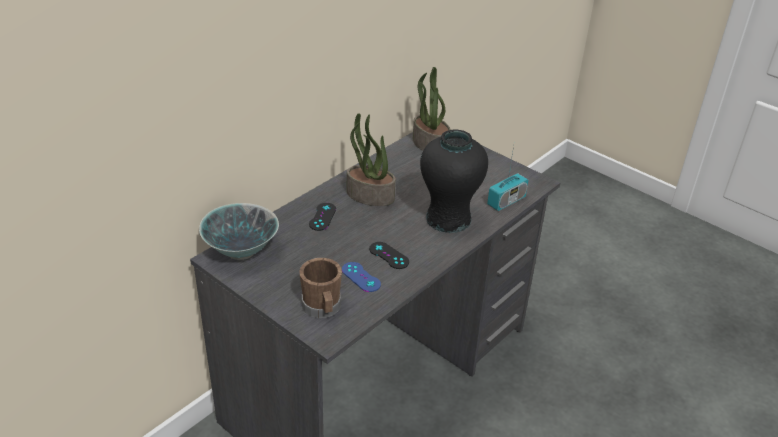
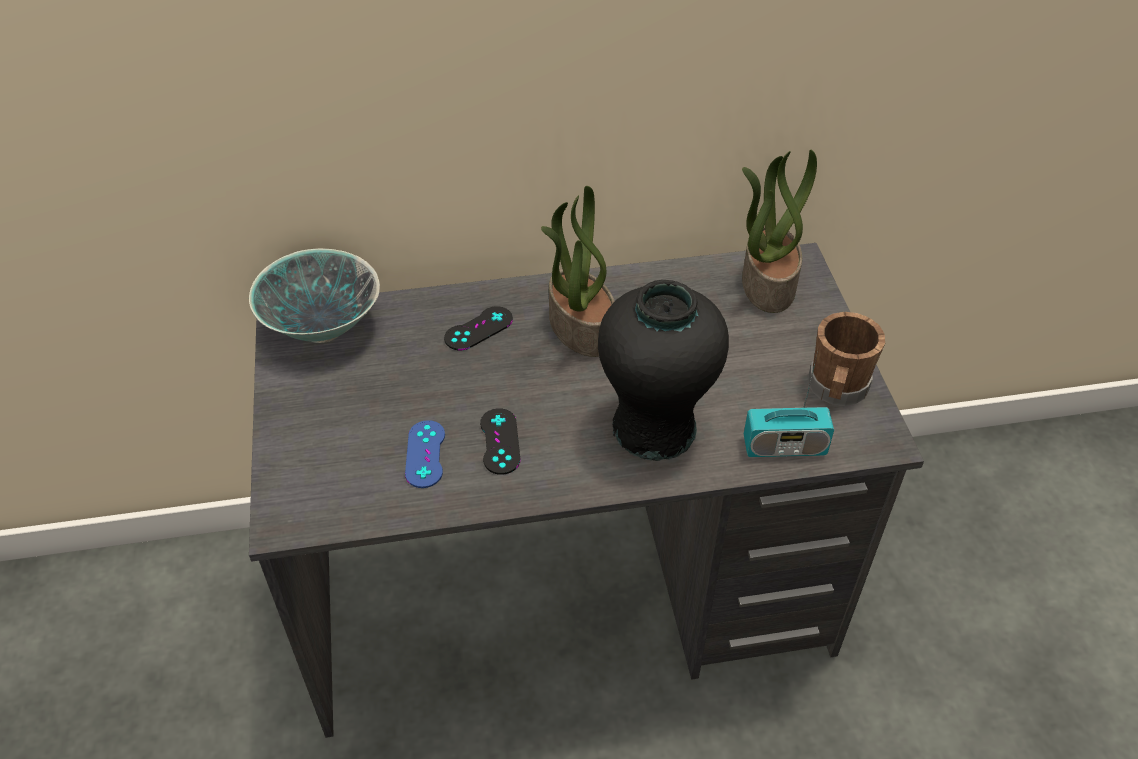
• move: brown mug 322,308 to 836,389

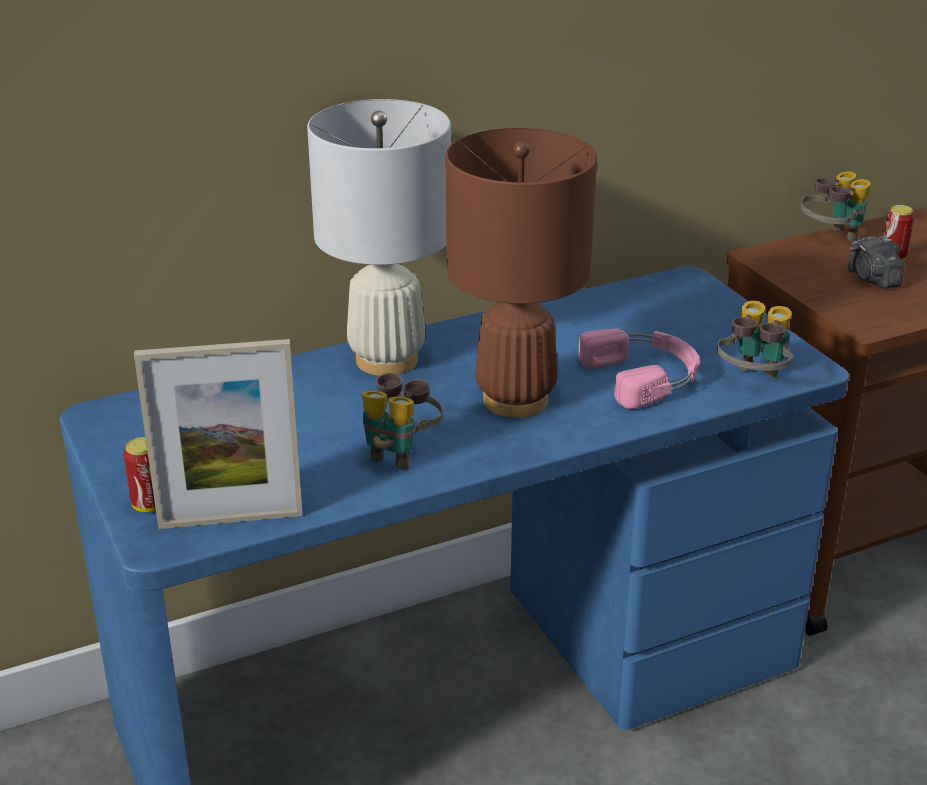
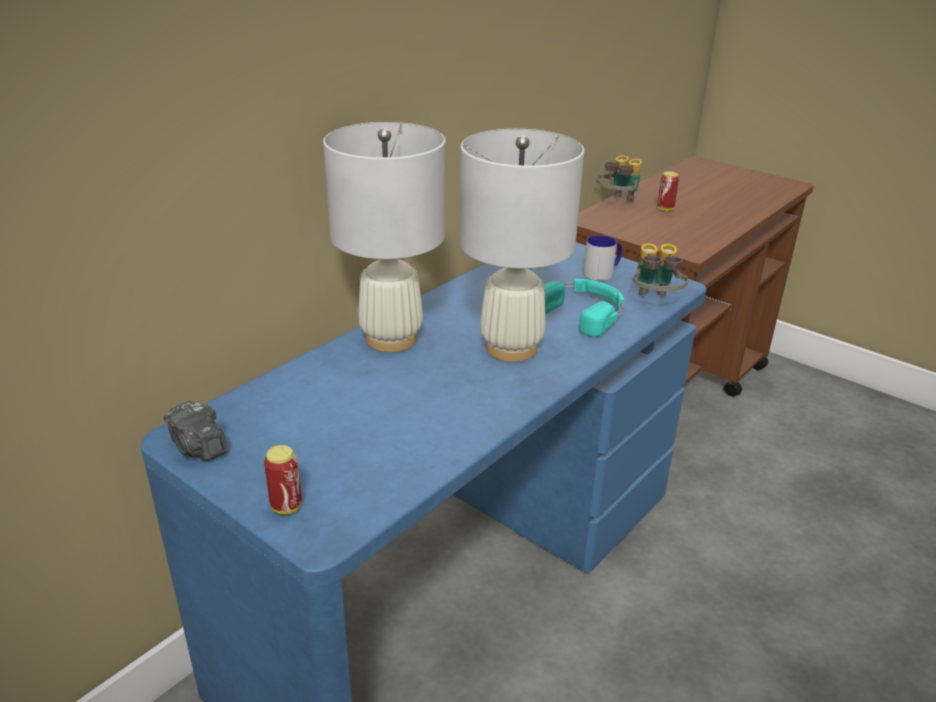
• move: photo camera 872,279 to 198,448
• recolor: brown table lamp 516,400 to white-coloured table lamp 512,348
• recolor: pink pair of headphones 645,375 to turquoise-coloured pair of headphones 583,312
• insert: mug 602,273
• delete: photo frame 231,519
• delete: field glasses 399,453

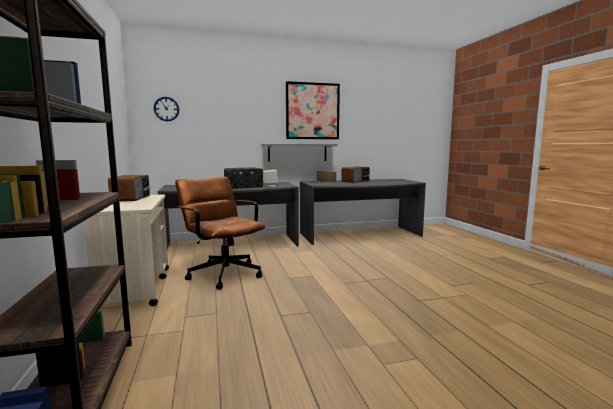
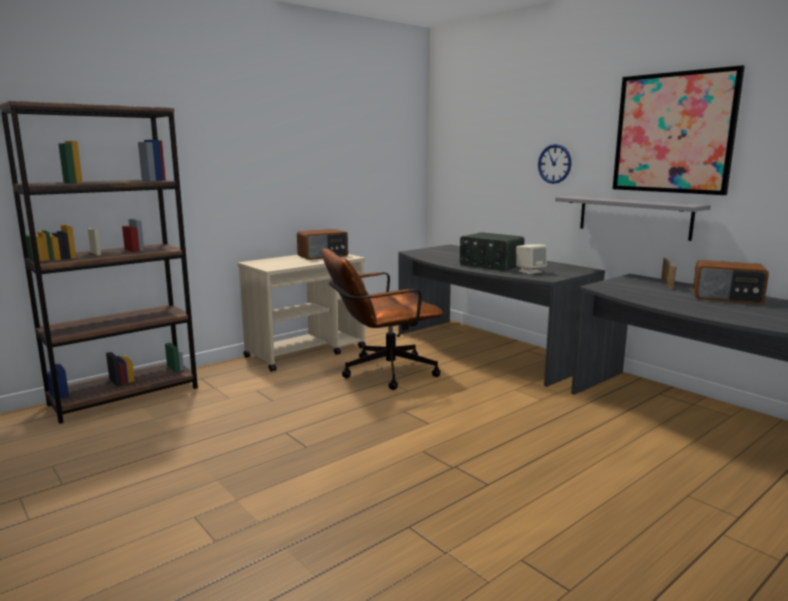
• rotate: brown computer chair 222,273 = 381,372 135 degrees counterclockwise
• move: clock on the wall 166,109 to 554,164

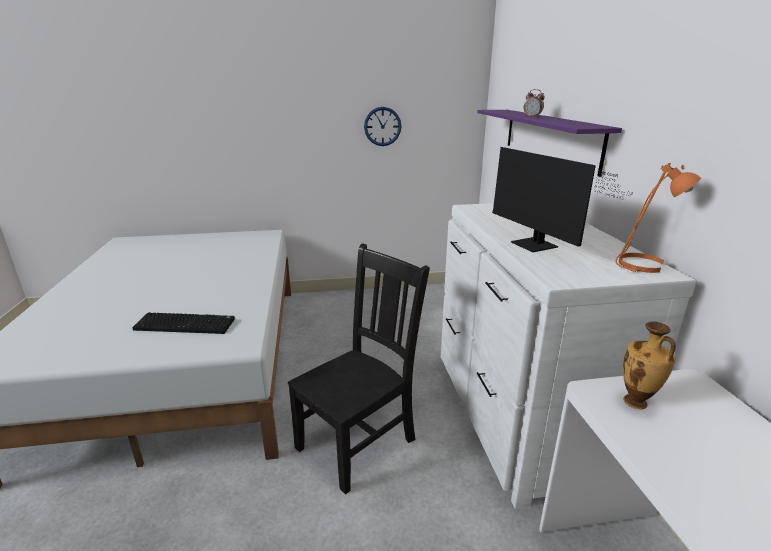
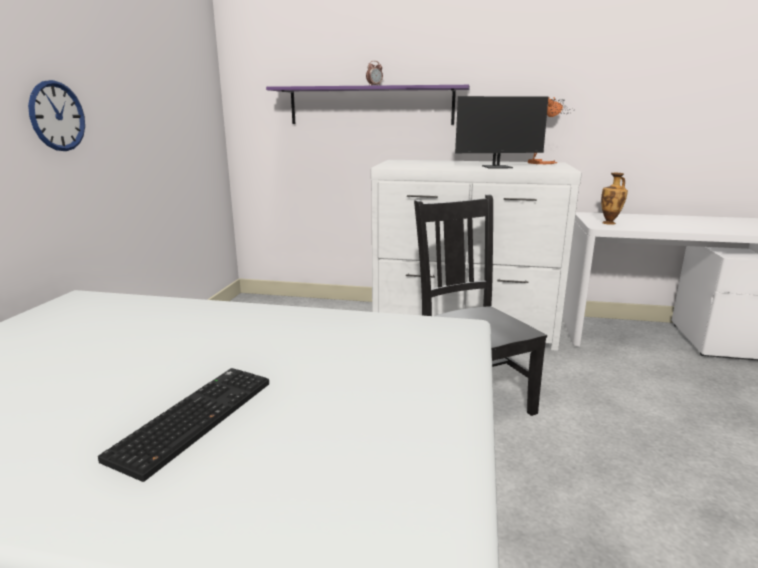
• move: clock on the wall 382,126 to 57,116
• move: keyboard 186,324 to 194,417

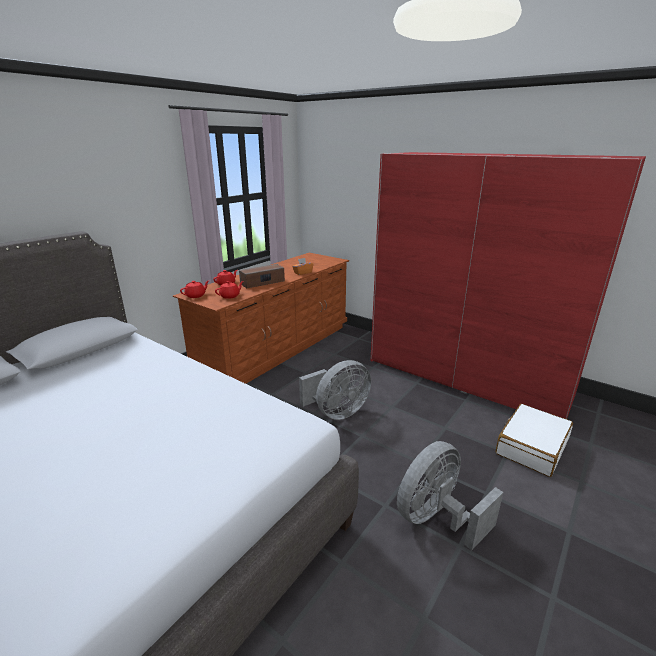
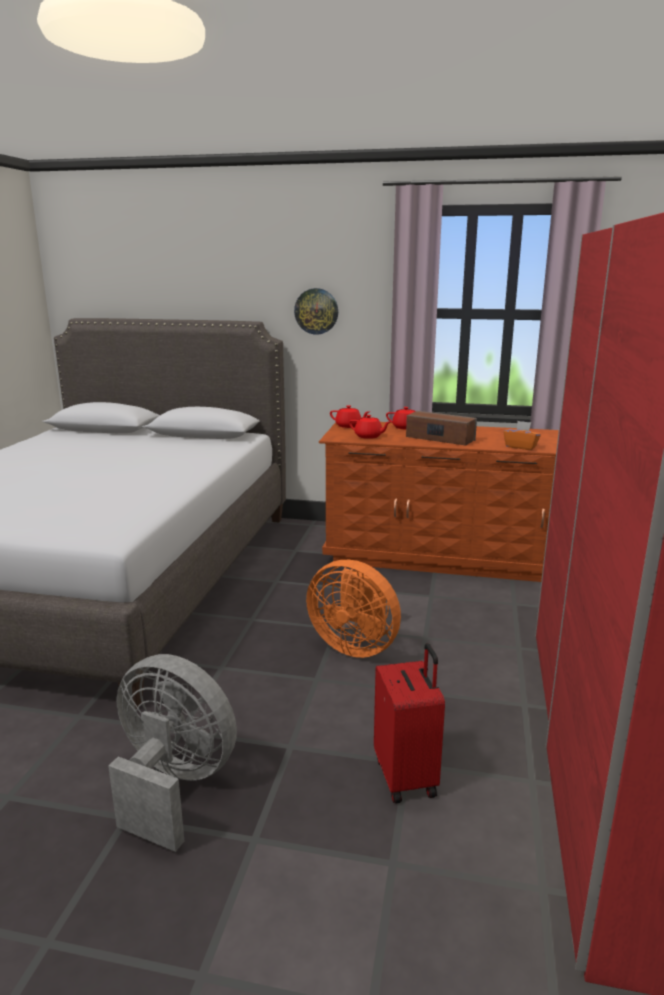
• insert: clock on the wall 316,311
• recolor: greyish fan 337,412 to orangey fan 355,645
• insert: reddish travel case 407,777
• delete: white-coloured travel case 531,447

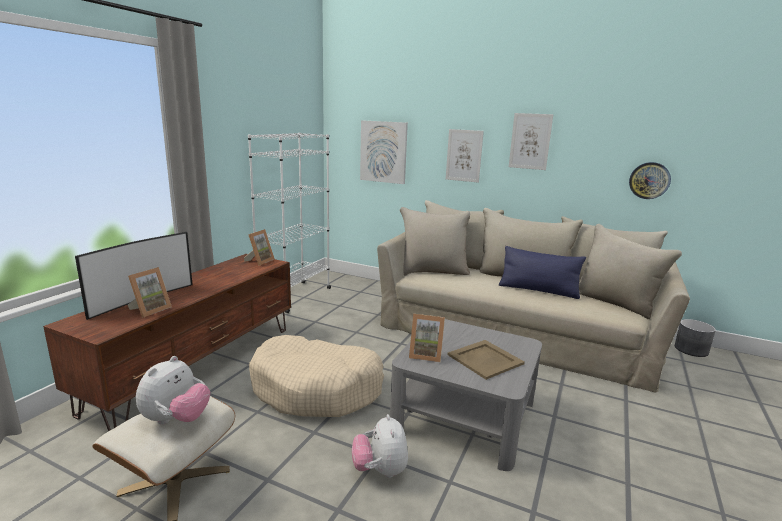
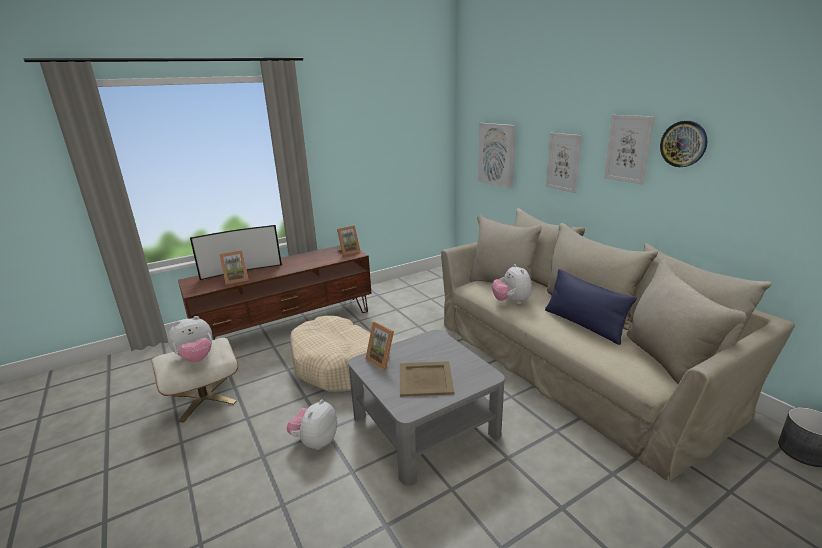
• insert: plush toy 511,302
• move: clock on the wall 649,180 to 683,144
• delete: white-coloured shelving unit 295,297

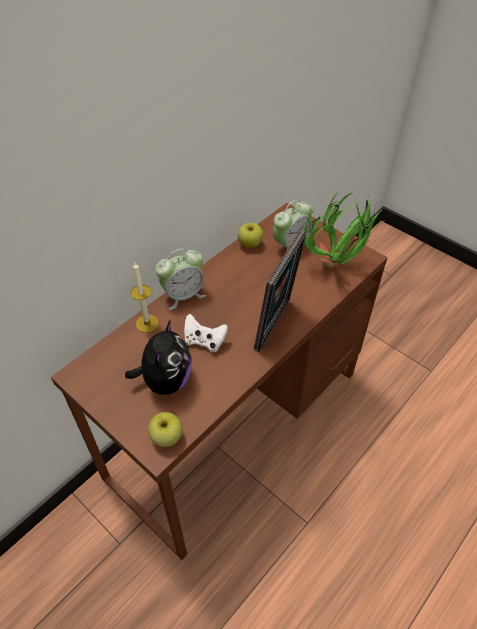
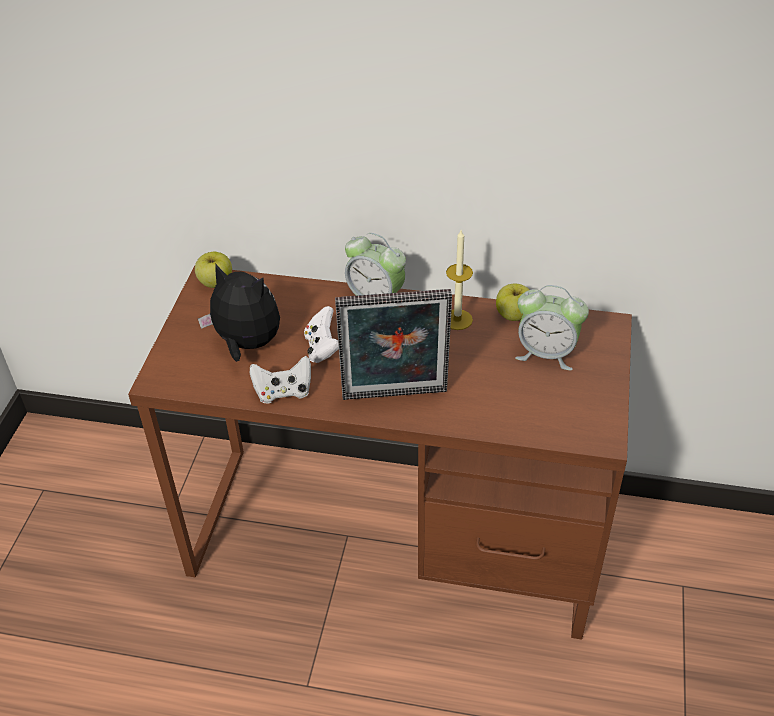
• move: apple 166,437 to 215,282
• rotate: plush toy 166,380 = 246,344 135 degrees counterclockwise
• insert: white-coloured joypad 283,392
• move: candle 147,323 to 457,319
• delete: houseplant 338,268

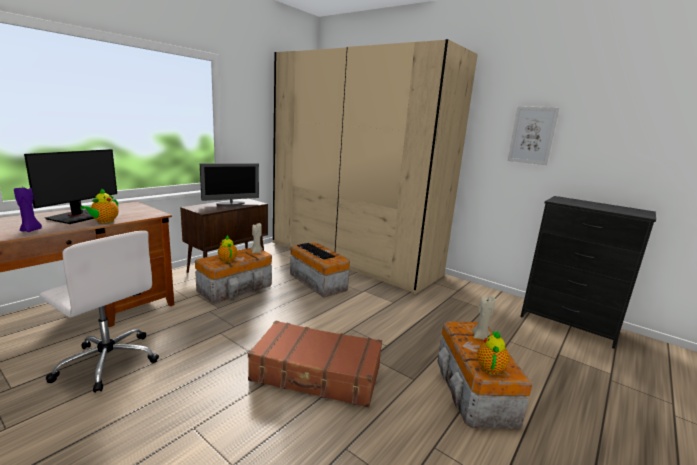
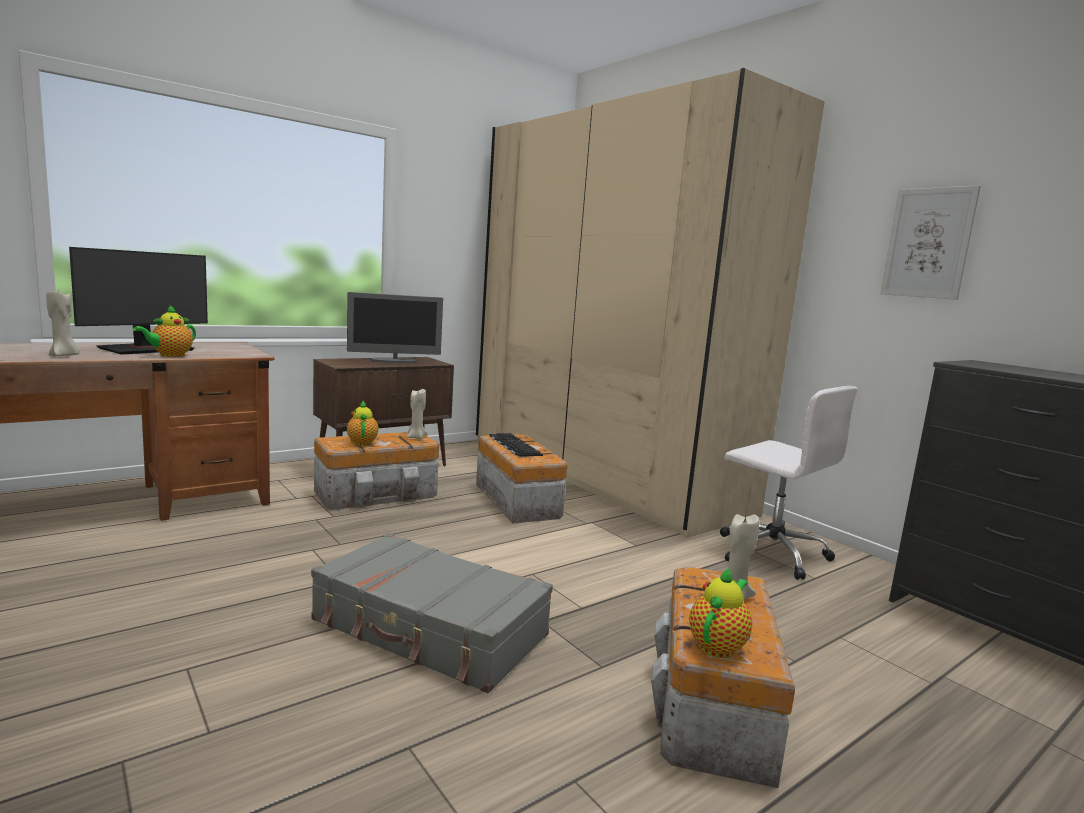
• recolor: purple candle 31,230 to beige candle 64,356
• recolor: brown travel case 316,374 to greyish travel case 429,629
• move: white-coloured computer chair 108,361 to 770,552

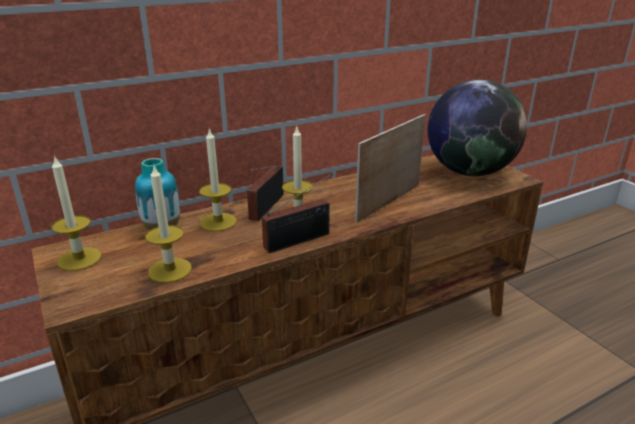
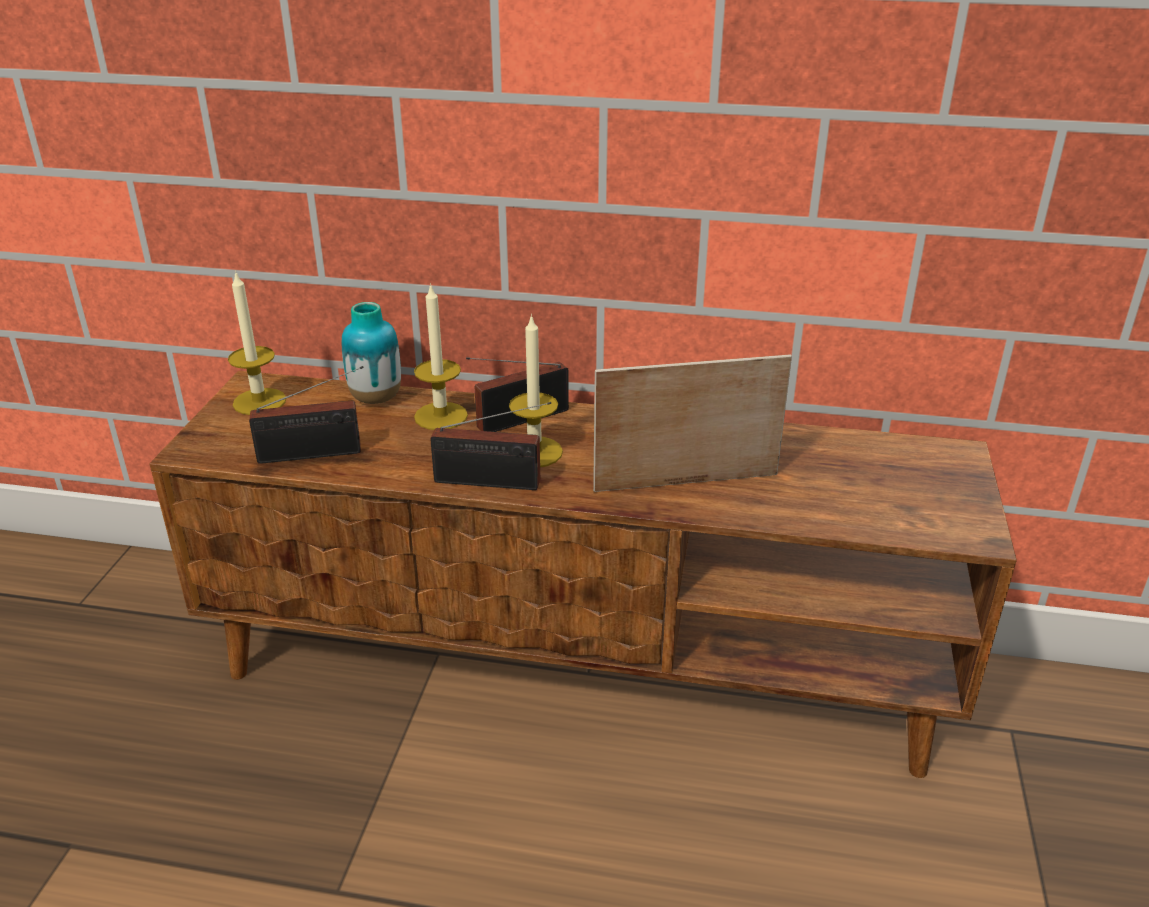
• replace: candle 170,270 to radio set 316,454
• delete: world globe 469,172

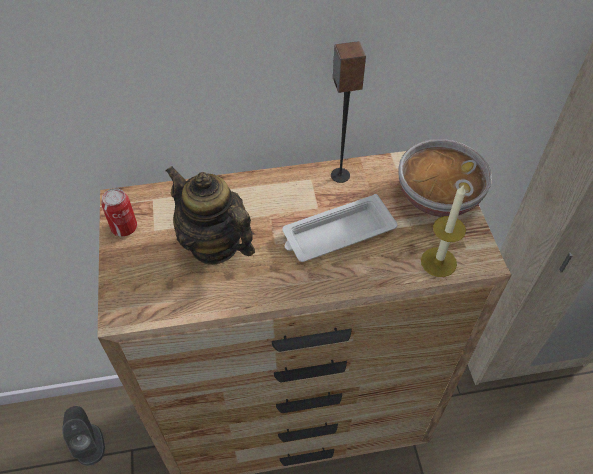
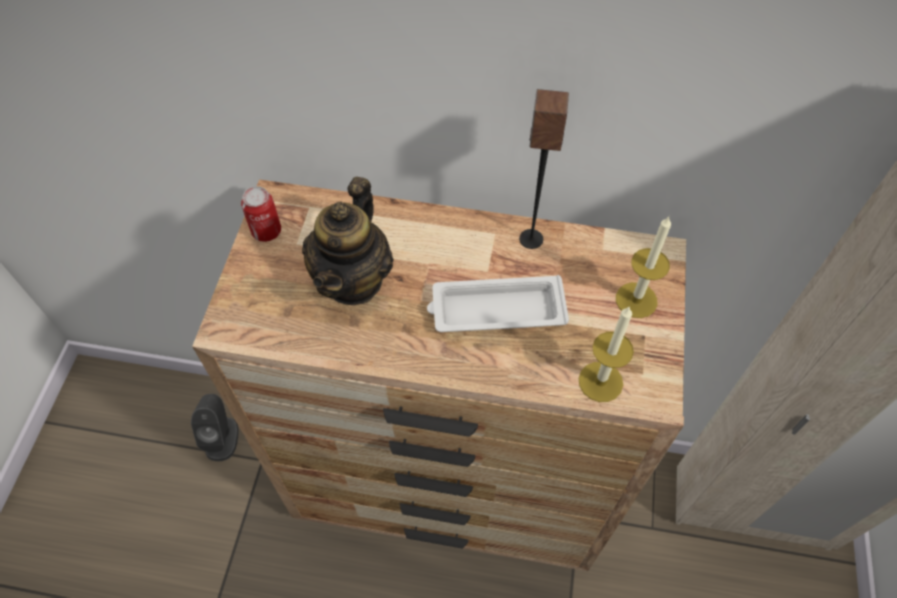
• rotate: teapot 214,244 = 353,280 135 degrees counterclockwise
• replace: serving bowl 436,197 to candle 636,300

